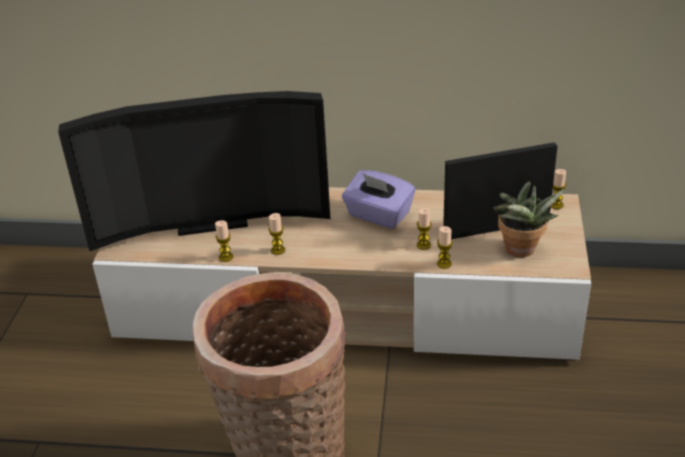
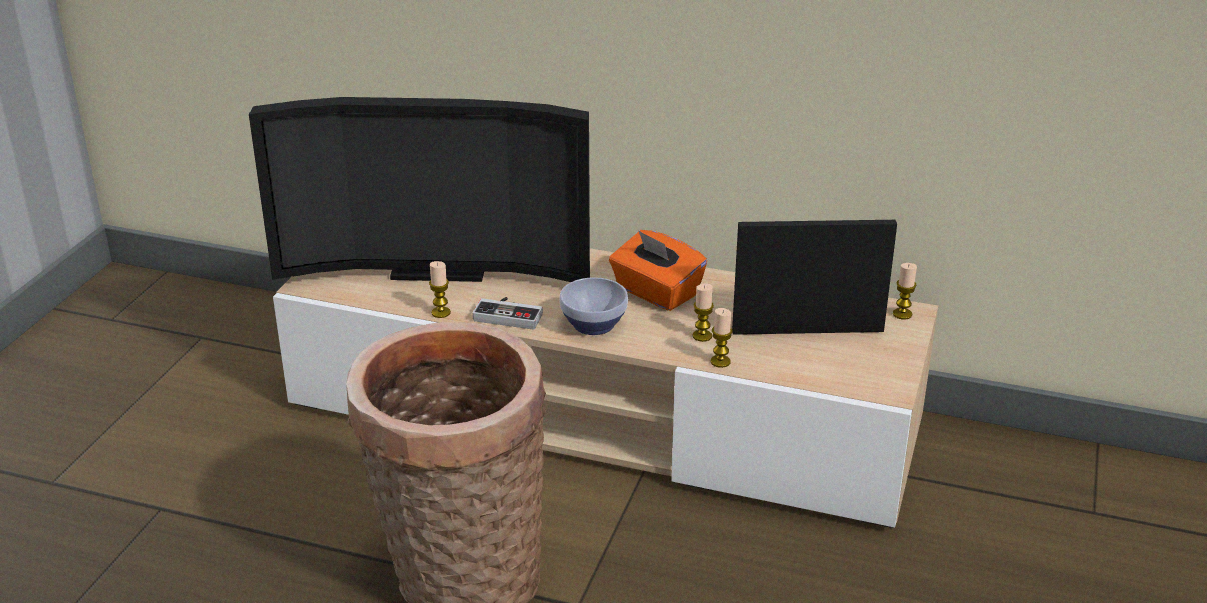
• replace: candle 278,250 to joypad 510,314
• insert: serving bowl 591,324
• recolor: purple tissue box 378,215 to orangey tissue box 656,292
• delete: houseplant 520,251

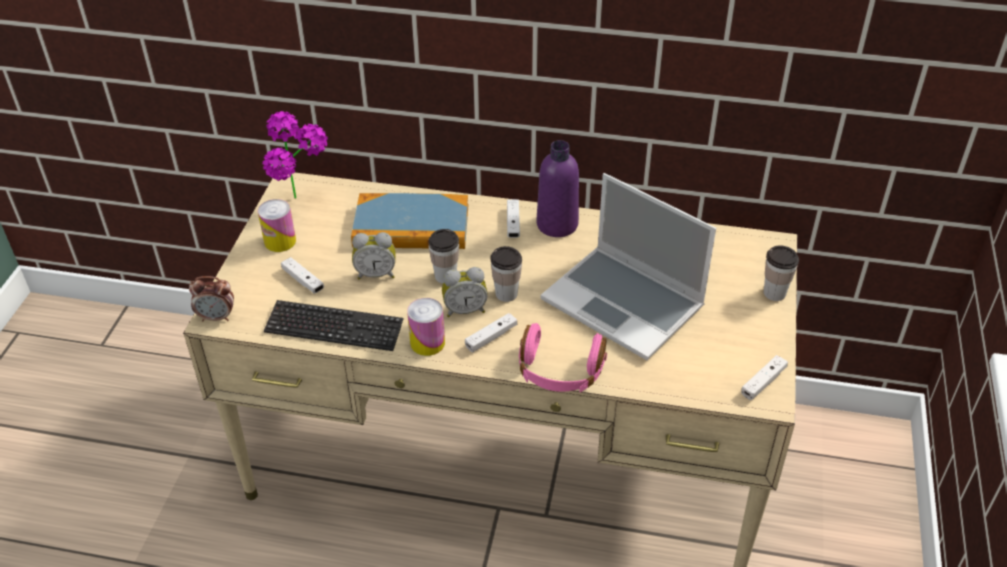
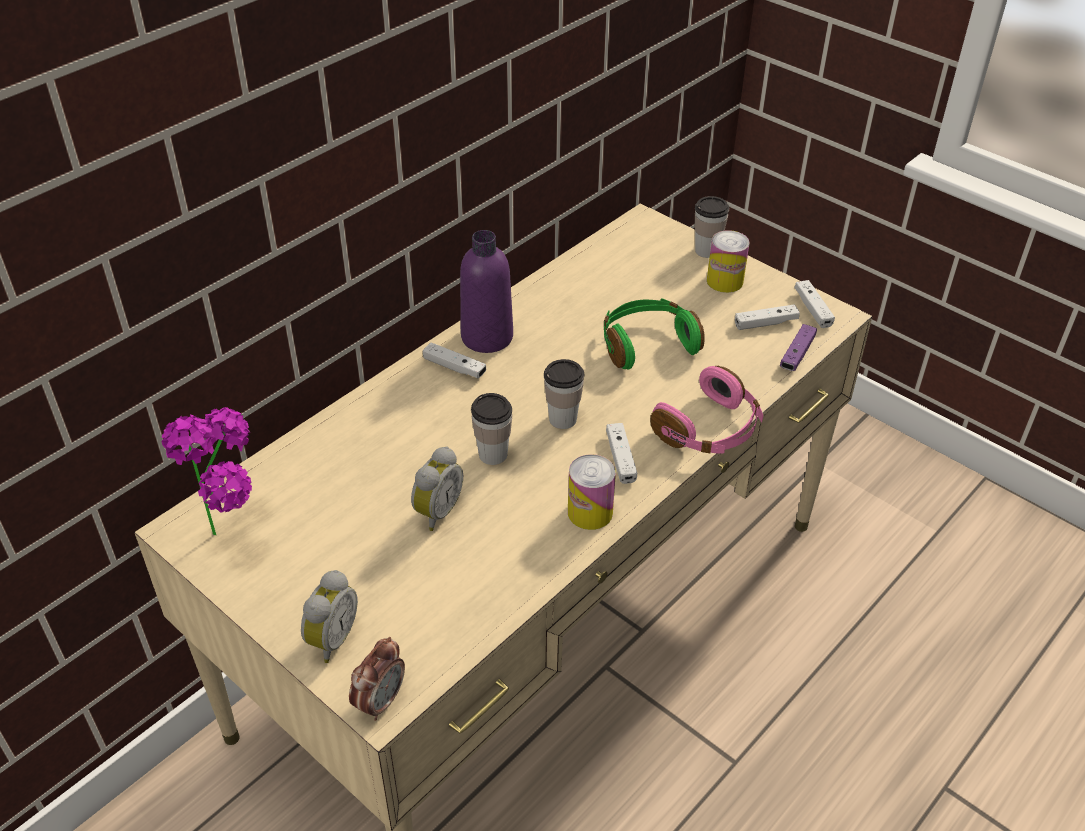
• move: table clock 465,310 to 330,638
• replace: laptop 625,304 to greenish pair of headphones 647,344
• move: can 280,241 to 724,281
• move: white-coloured joypad 303,281 to 765,323
• insert: purple joypad 797,354
• delete: keyboard 334,328
• delete: volume 411,226

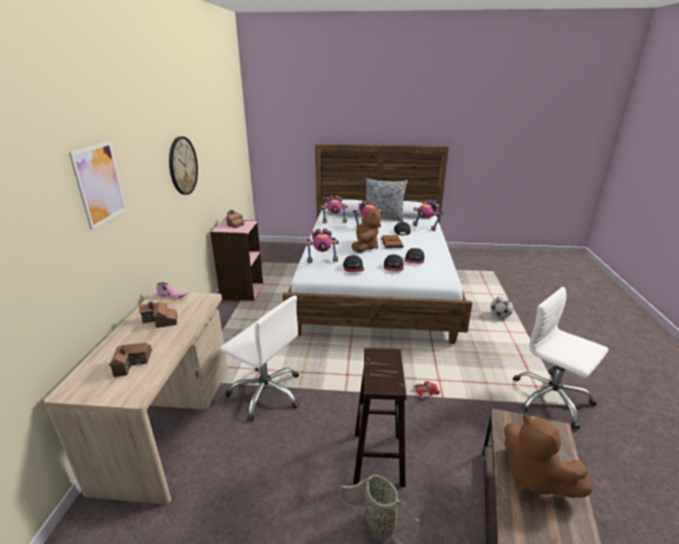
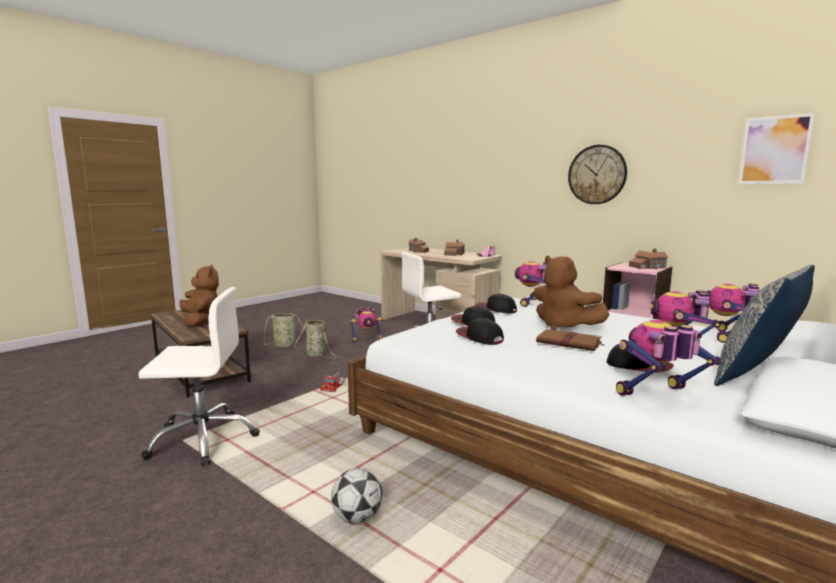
• rotate: brown plush toy 534,477 = 200,321 60 degrees clockwise
• replace: brown sitting stool 378,457 to household basket 317,355
• insert: robot figure 366,339
• move: wall art 99,184 to 774,150

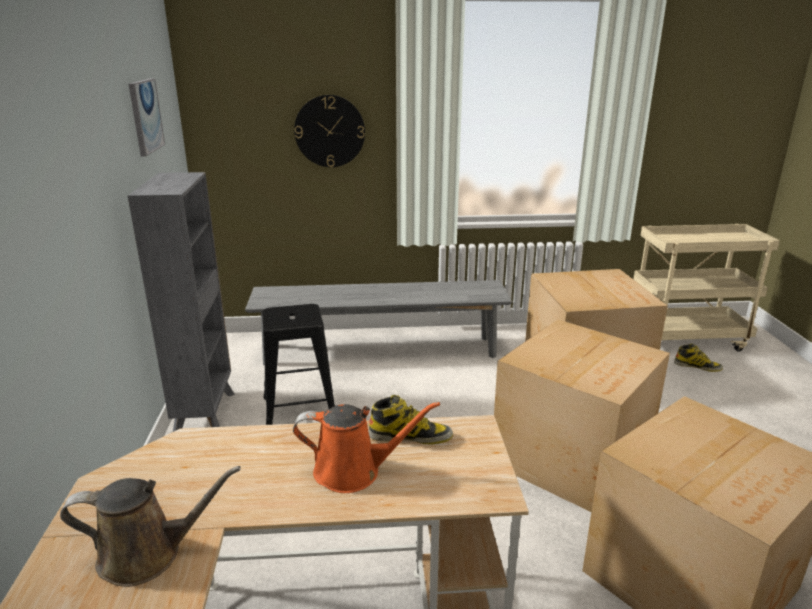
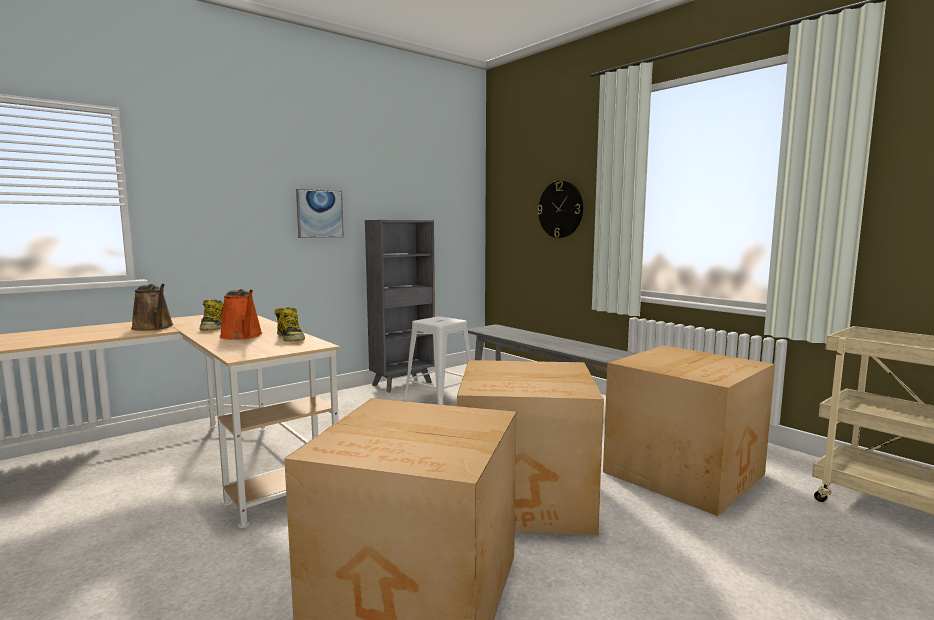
• move: high-top boot 697,366 to 212,327
• move: wall art 145,116 to 319,214
• recolor: black sitting stool 300,411 to white-coloured sitting stool 440,400

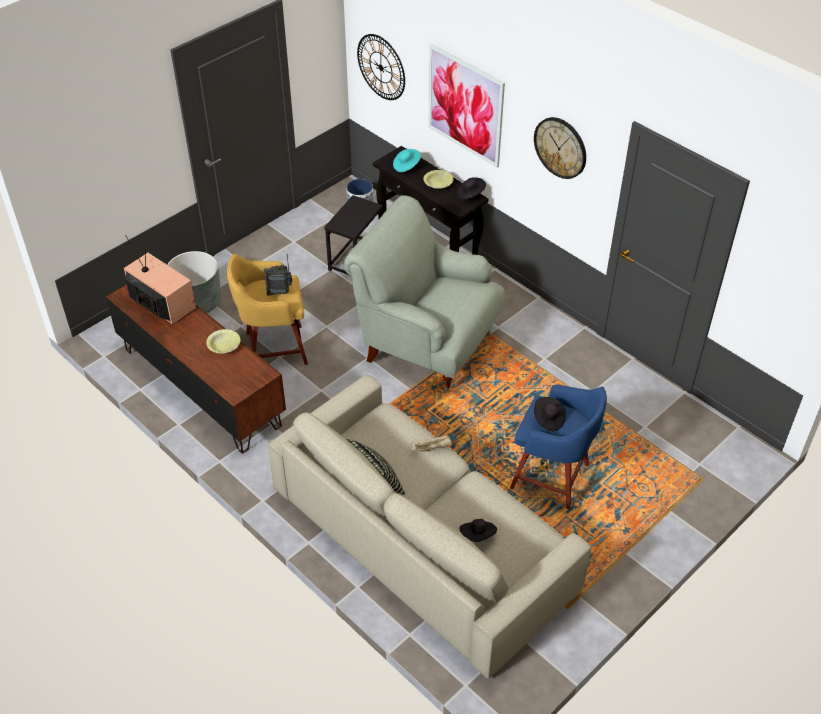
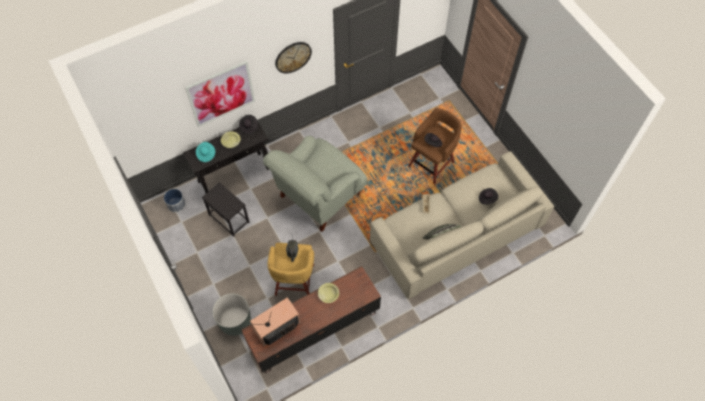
• recolor: bluish sitting stool 552,478 to brown sitting stool 432,163
• delete: clock on the wall 381,67

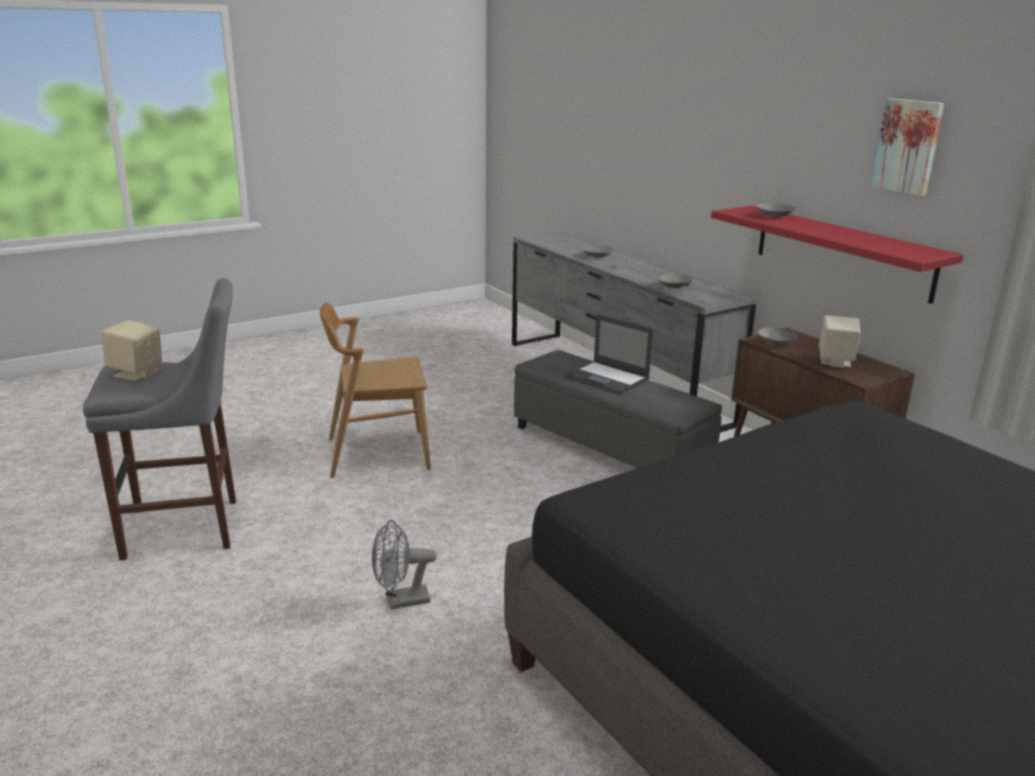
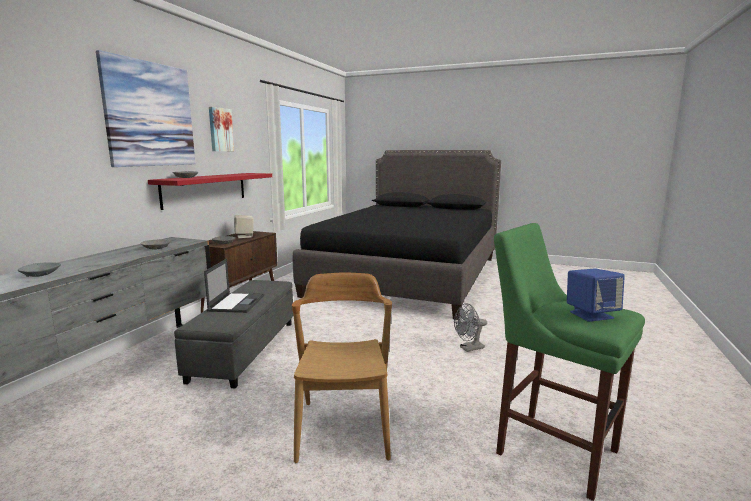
• insert: wall art 150,114
• rotate: brown upright chair 377,453 = 344,428 135 degrees counterclockwise
• rotate: greyish fan 401,601 = 469,348 120 degrees clockwise
• recolor: greyish sitting stool 188,528 to greenish sitting stool 551,448
• recolor: beige speaker 136,373 to bluish speaker 591,315

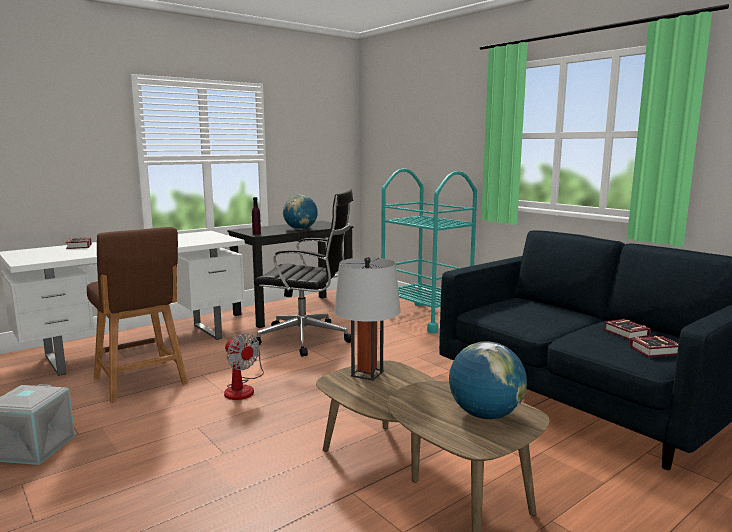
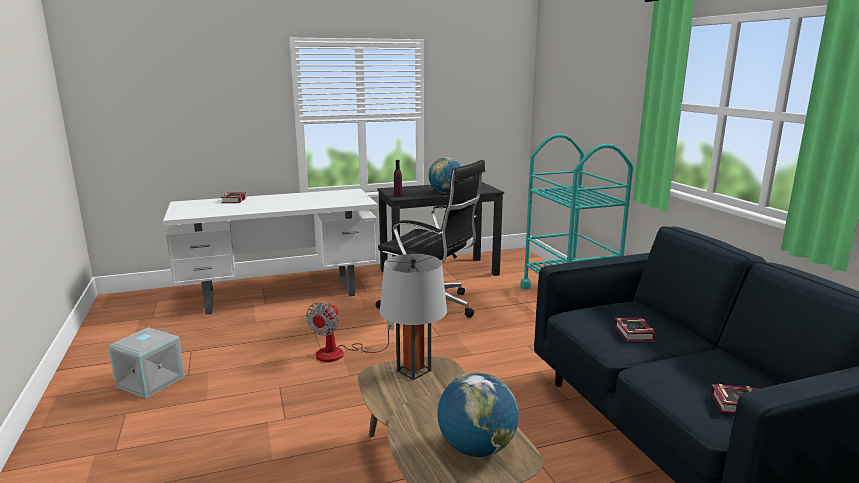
• rotate: fan 243,388 = 340,353 45 degrees clockwise
• move: volume 626,334 to 633,334
• delete: brown sitting stool 141,382

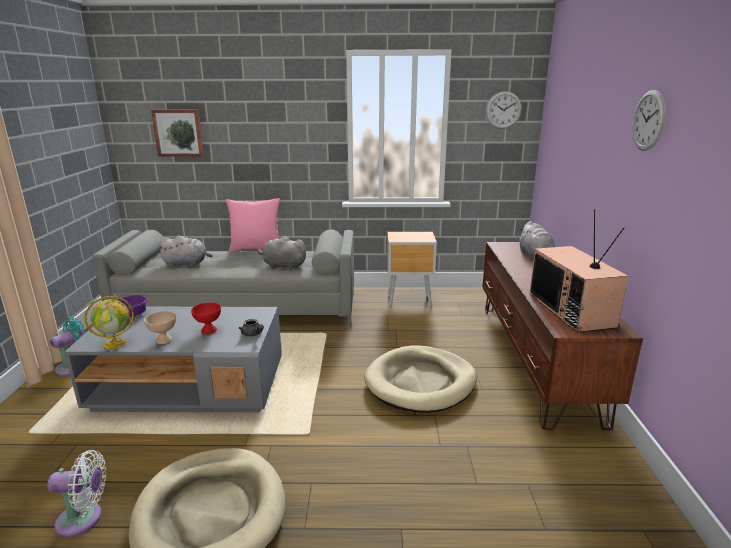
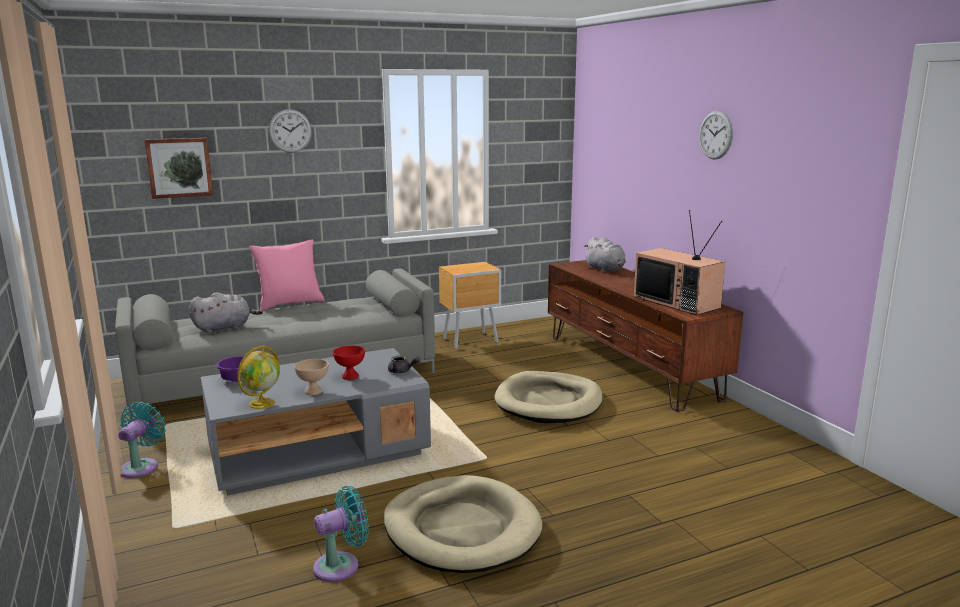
• move: clock on the wall 503,110 to 290,131
• recolor: white-coloured fan 84,519 to turquoise-coloured fan 341,566
• delete: greyish plush toy 282,266

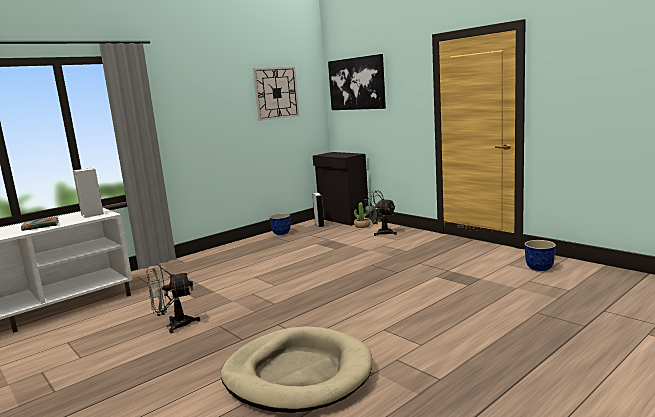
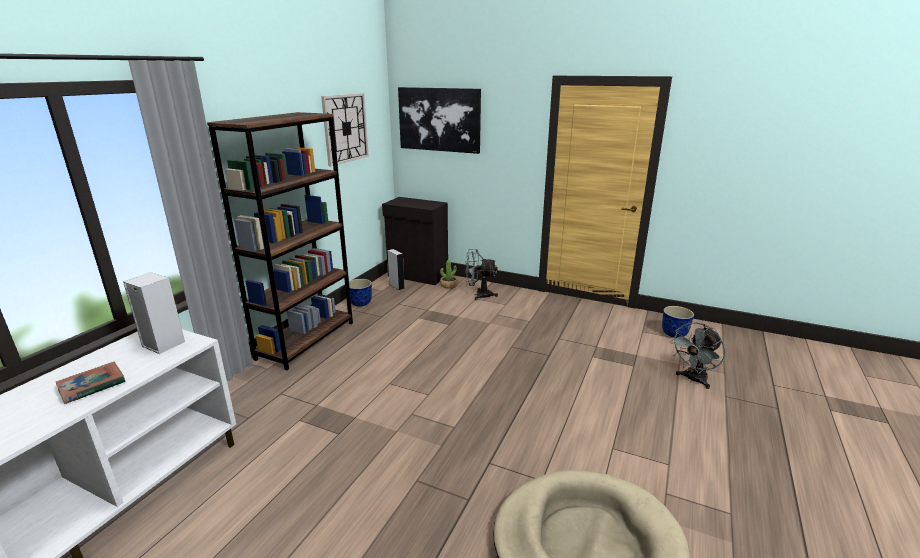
• insert: brown shelving unit 306,340
• move: greyish fan 174,325 to 693,380

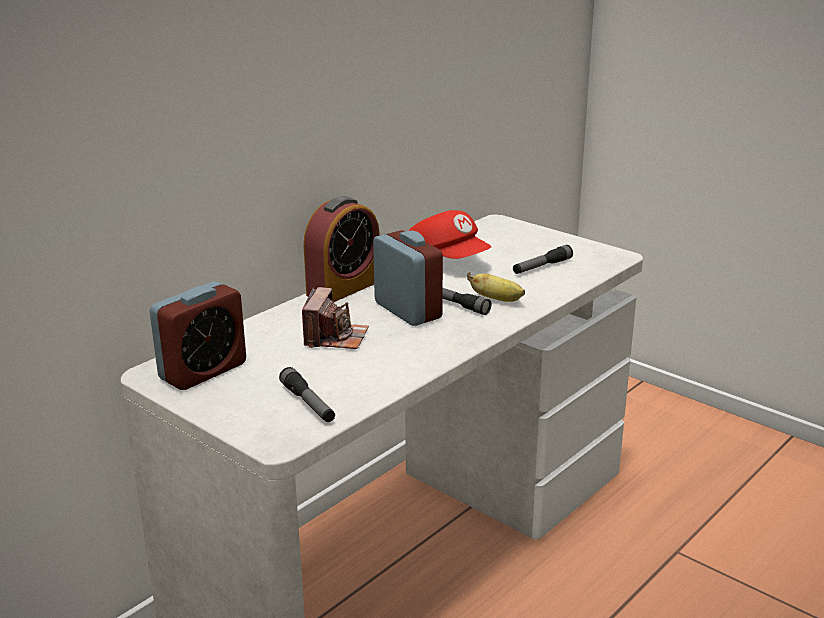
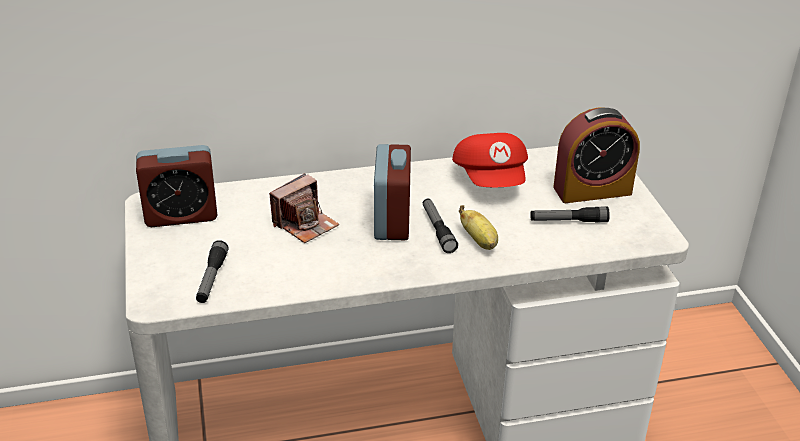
• move: table clock 344,288 to 592,190

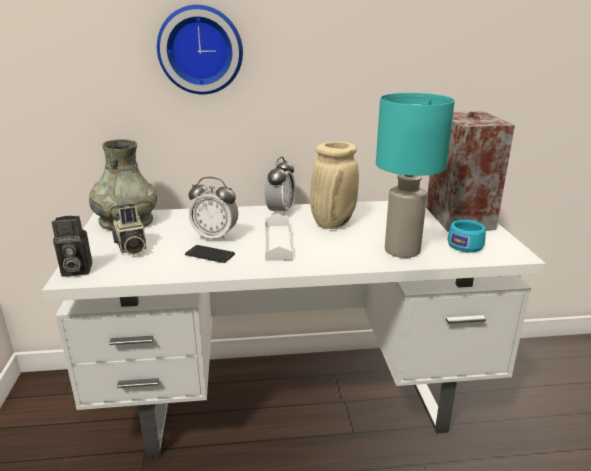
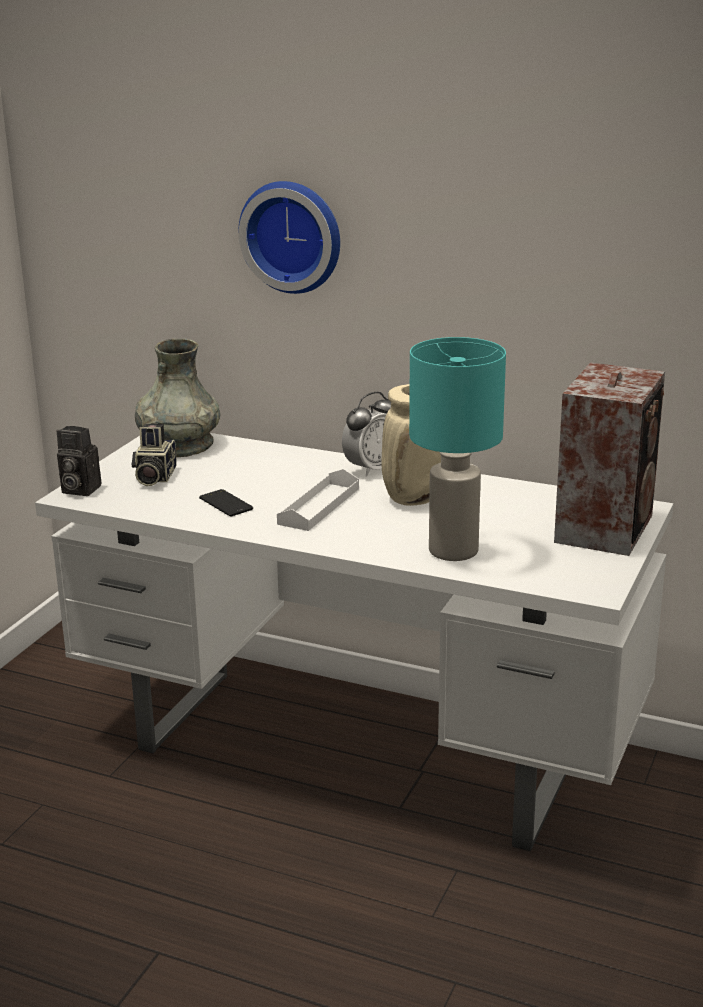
• delete: table clock 215,237
• delete: turquoise-coloured cup 467,245

